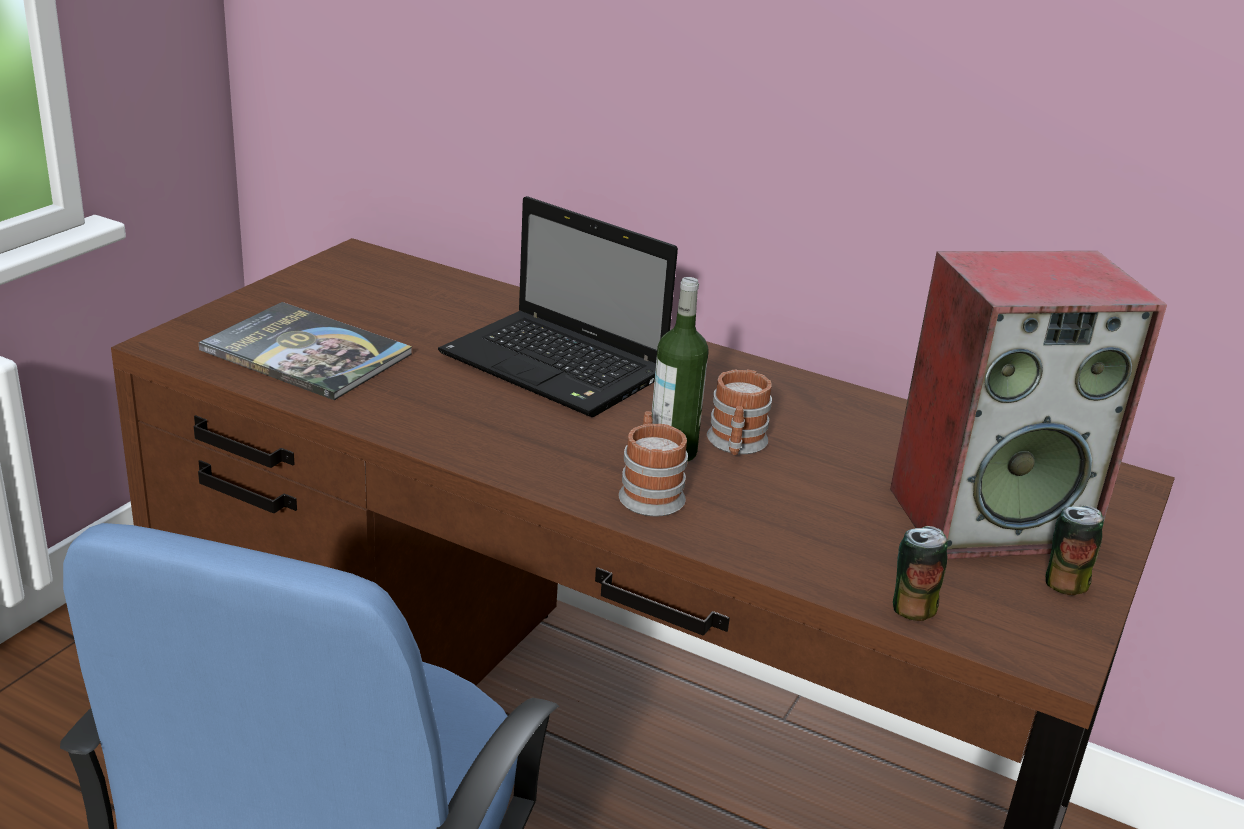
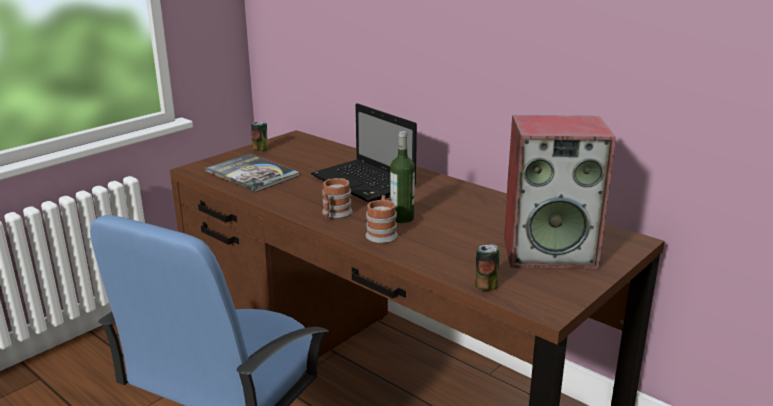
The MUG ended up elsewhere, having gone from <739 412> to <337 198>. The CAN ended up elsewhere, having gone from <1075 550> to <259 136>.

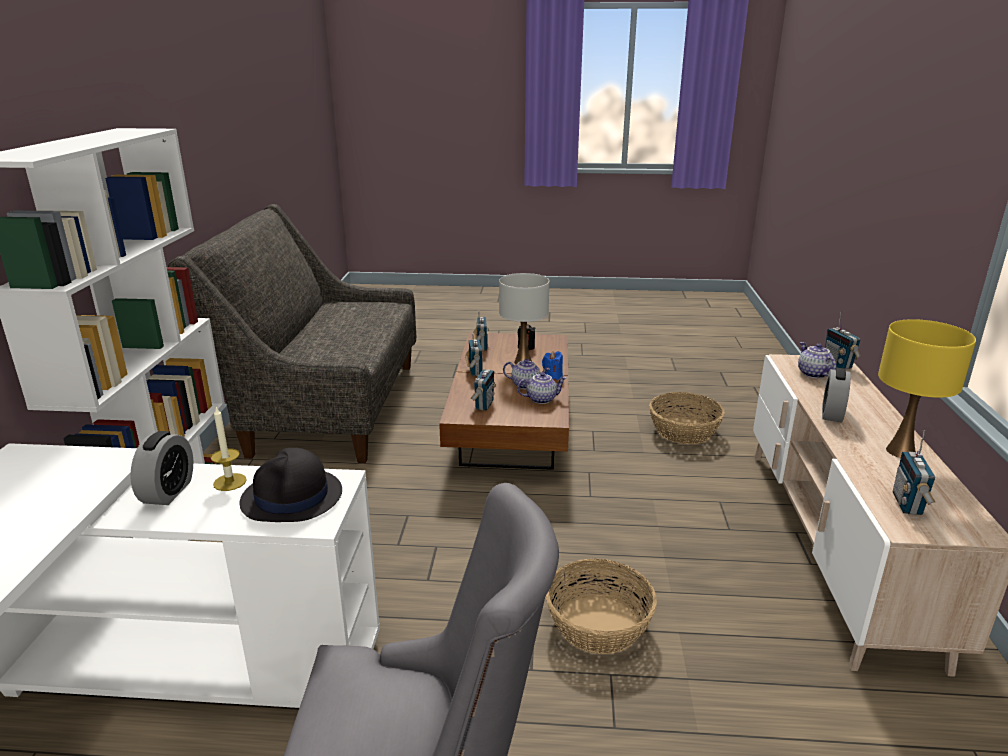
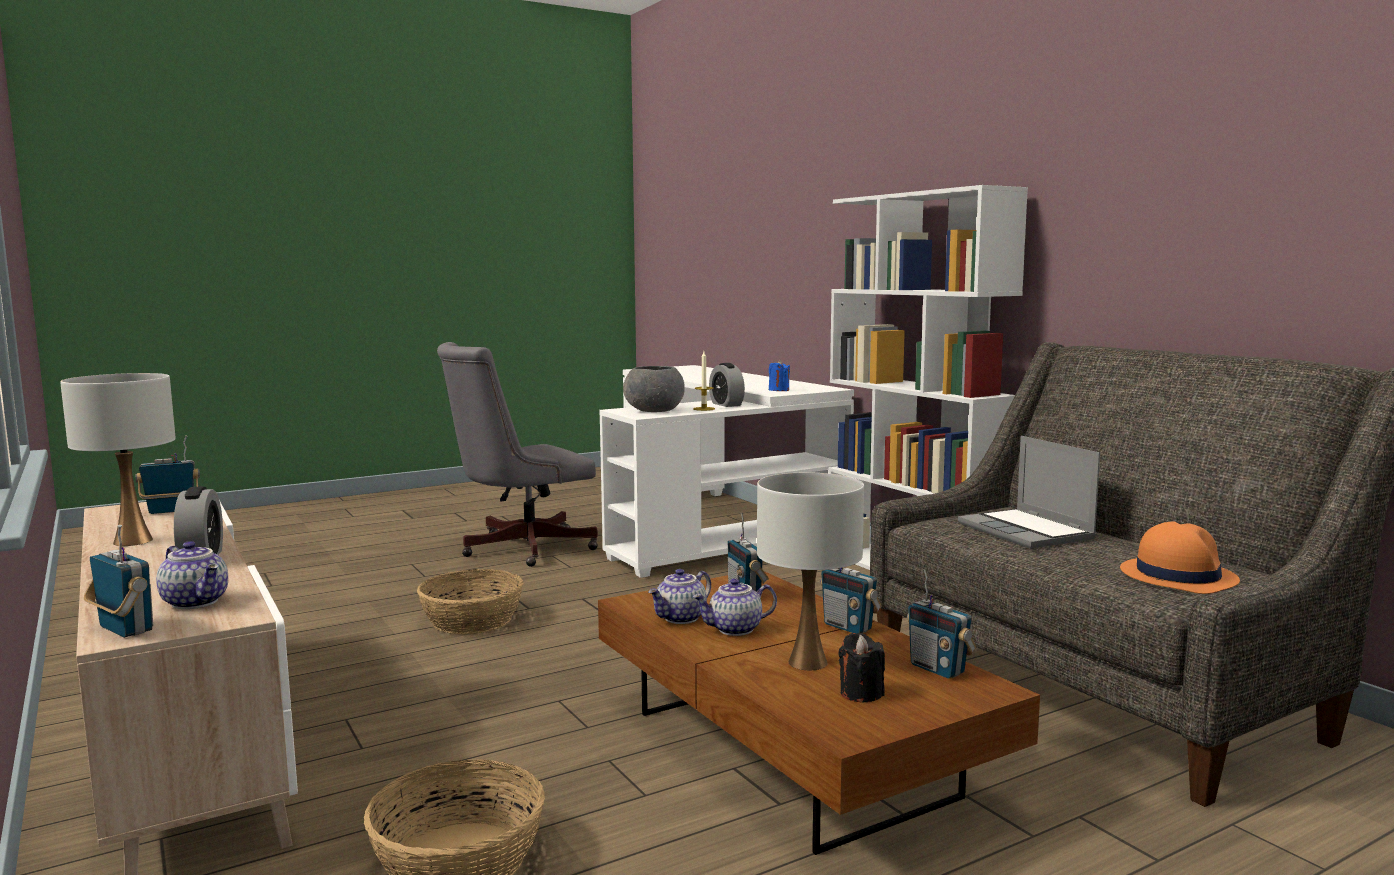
What was the YELLOW TABLE LAMP at <927 388> turned into the WHITE TABLE LAMP at <118 459>. The BLUE CANDLE ended up elsewhere, having gone from <552 366> to <779 375>. The RADIO at <914 472> ended up facing another way, 90 degrees counterclockwise from before. Where the BLACK HAT stood at <291 485>, the GREY BOWL came to stand at <654 389>. The second view gained the LAPTOP at <1029 492>. The second view gained the ORANGE HAT at <1180 557>.

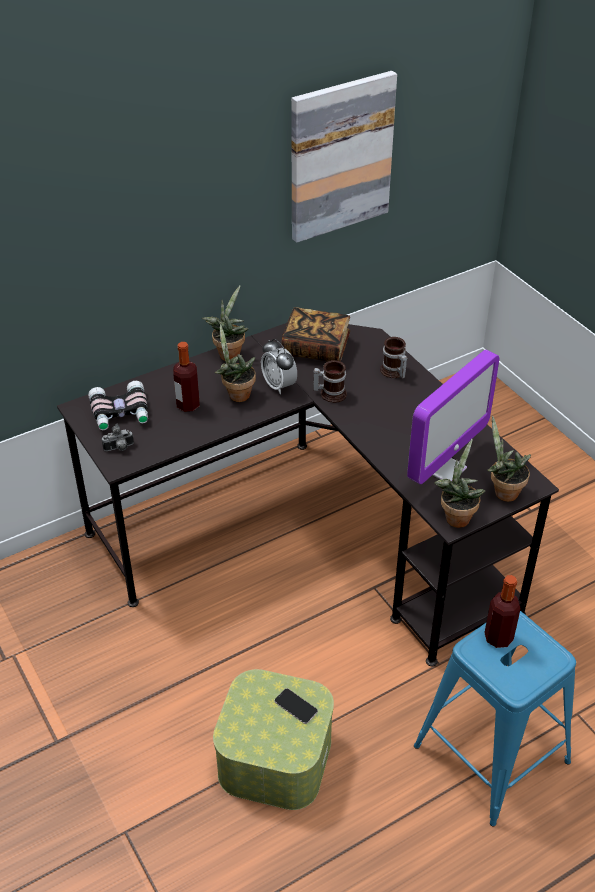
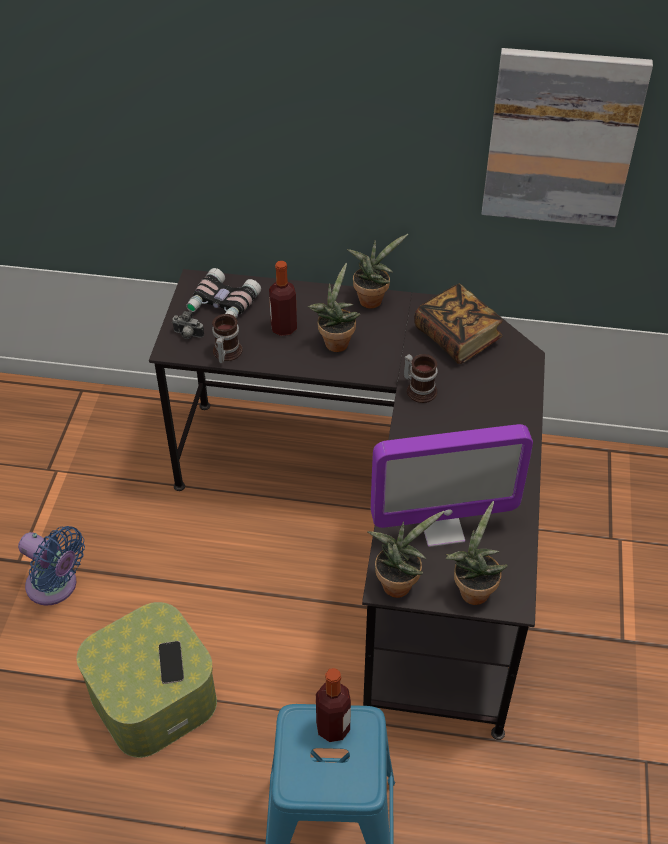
The MUG ended up elsewhere, having gone from <393 358> to <227 338>. The second view lost the ALARM CLOCK at <279 366>. The second view gained the BLUE FAN at <51 566>.

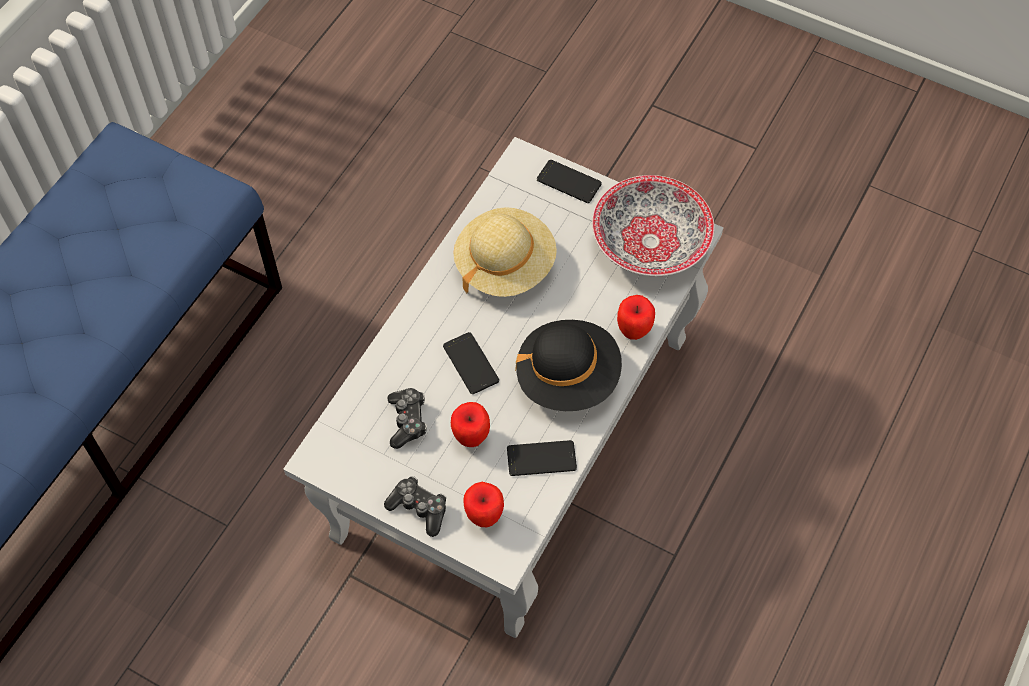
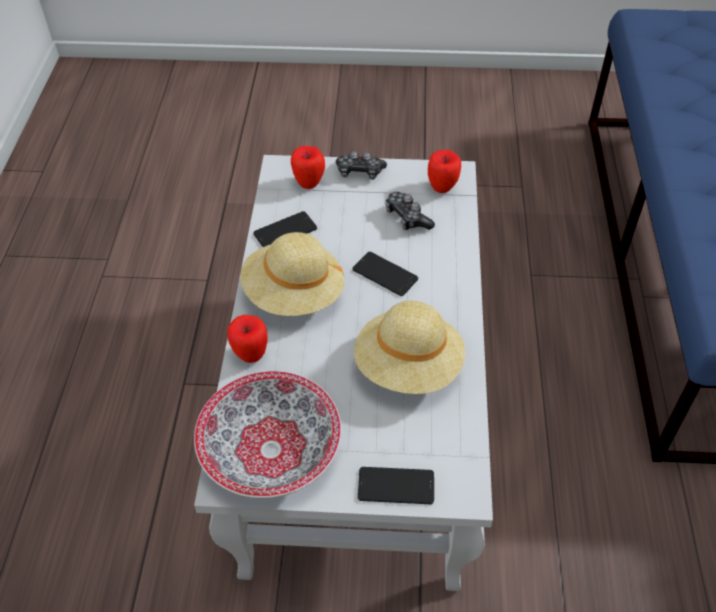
What was the BLACK HAT at <568 365> turned into the BEIGE HAT at <292 274>. The APPLE ended up elsewhere, having gone from <470 424> to <444 171>.

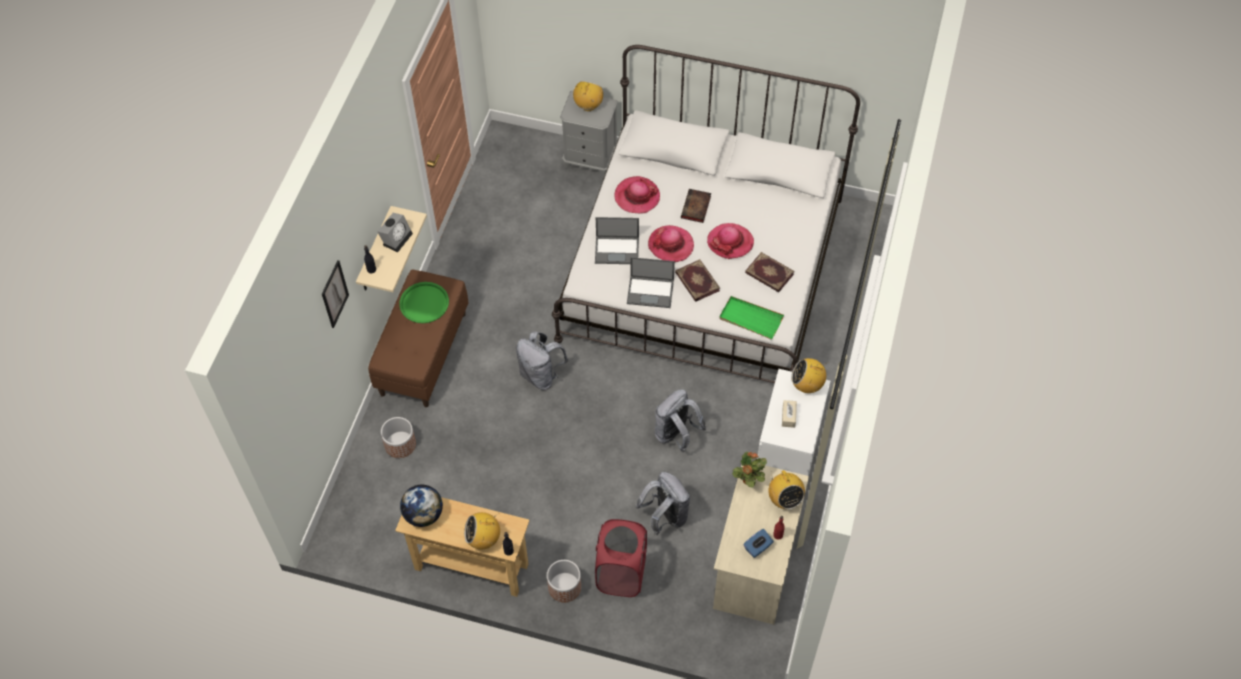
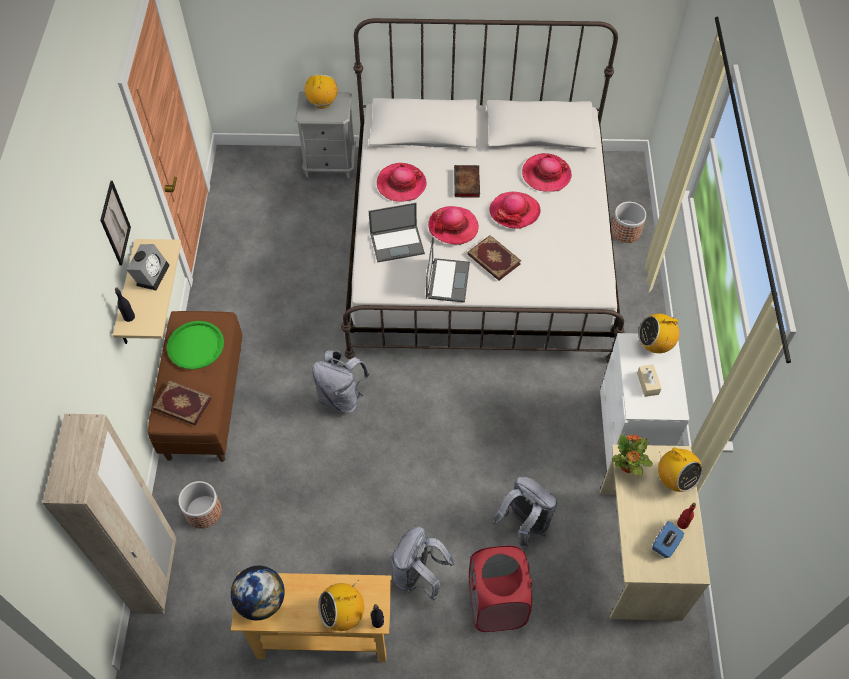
The BOOK ended up elsewhere, having gone from <770 272> to <182 402>. The LAPTOP at <651 282> ended up facing another way, 75 degrees counterclockwise from before. The PICTURE ended up elsewhere, having gone from <335 294> to <115 223>. The second view lost the GREEN TRAY at <751 317>. The GREY BACKPACK ended up elsewhere, having gone from <681 420> to <422 564>. The PLANTER ended up elsewhere, having gone from <564 581> to <628 222>. The second view gained the HAT at <547 172>. The second view gained the BEIGE WARDROBE at <109 514>.

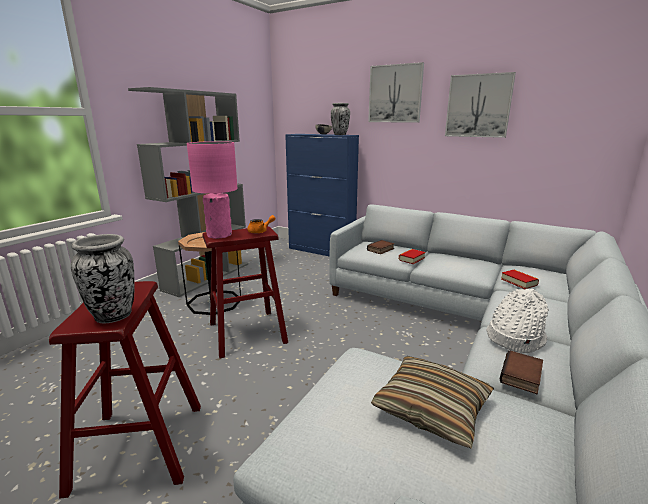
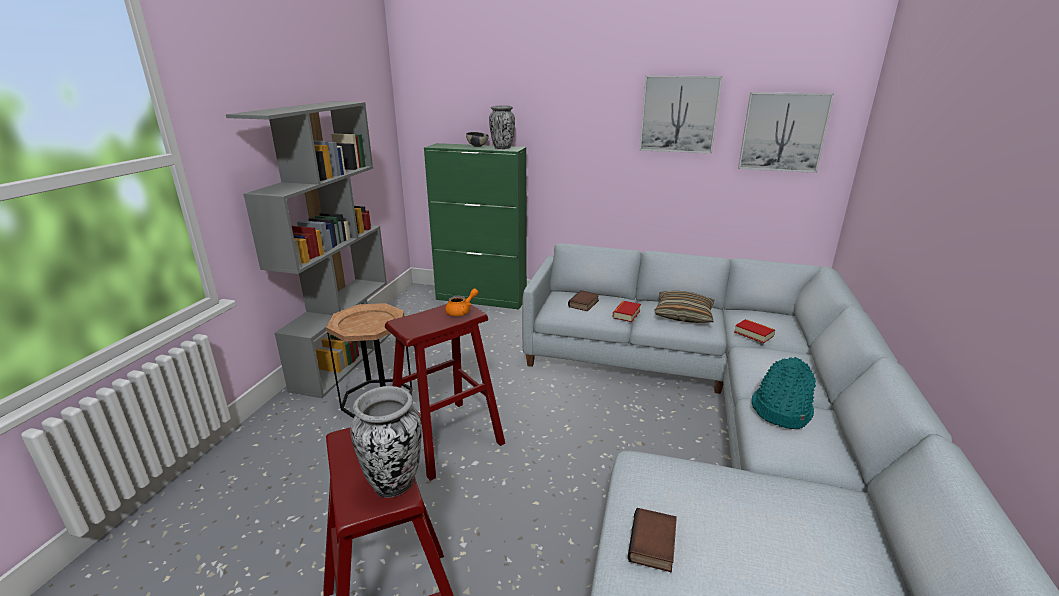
The PICTURE ended up elsewhere, having gone from <396 92> to <786 132>. What was the BLUE CABINET at <322 195> turned into the GREEN CABINET at <475 226>. The second view lost the PINK TABLE LAMP at <212 190>. What was the WHITE HAT at <517 321> turned into the TURQUOISE HAT at <784 393>. The BOOK ended up elsewhere, having gone from <521 372> to <652 540>. The PILLOW ended up elsewhere, having gone from <432 402> to <684 307>.

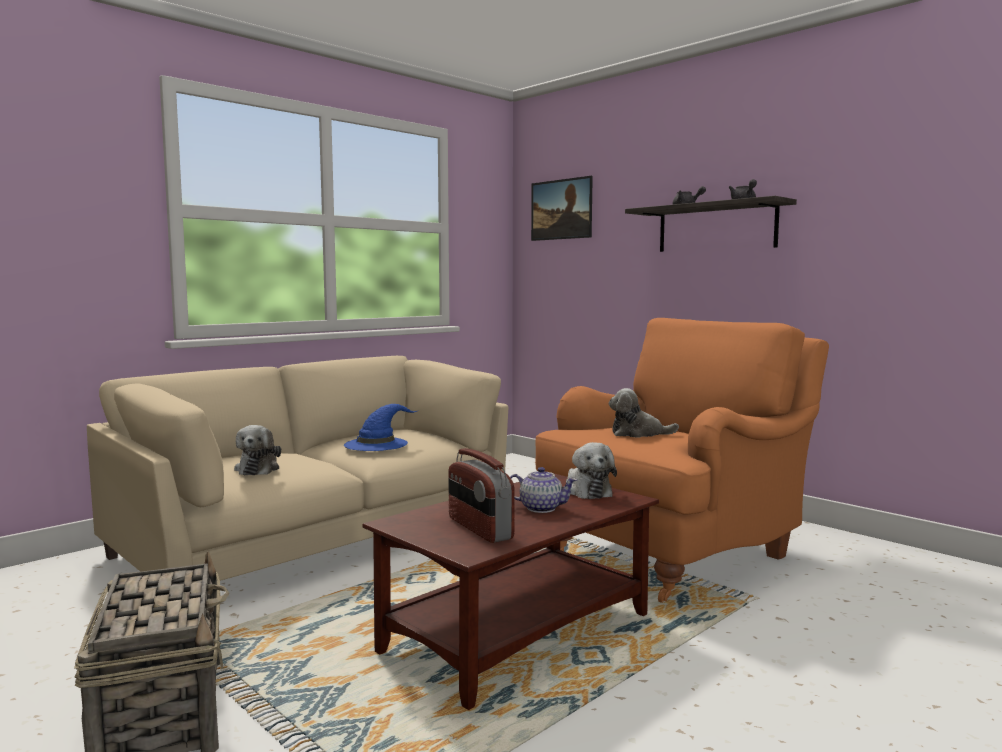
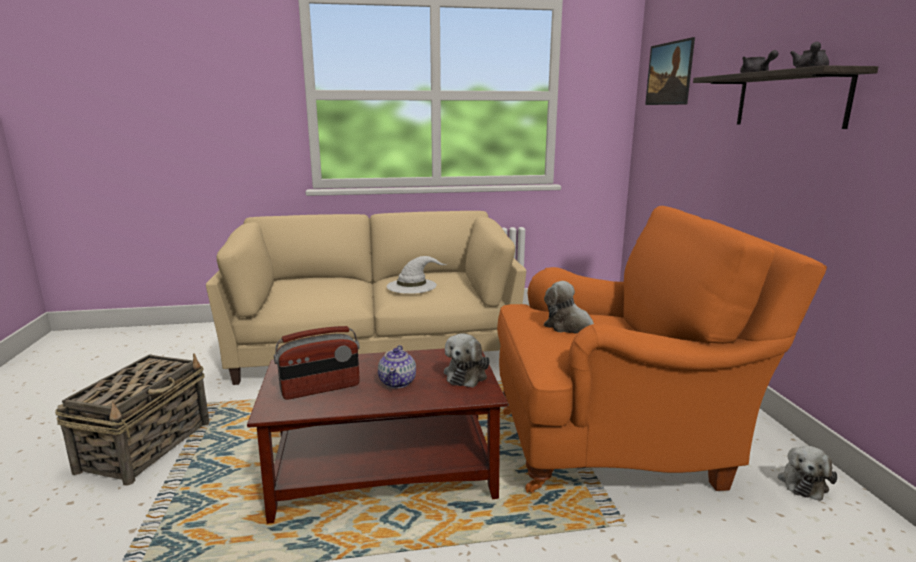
What was the BLUE HAT at <380 427> turned into the WHITE HAT at <417 275>. The PLUSH TOY ended up elsewhere, having gone from <257 450> to <807 473>. The RADIO at <481 495> ended up facing another way, 120 degrees counterclockwise from before. The TEAPOT at <543 490> ended up facing another way, 45 degrees clockwise from before.

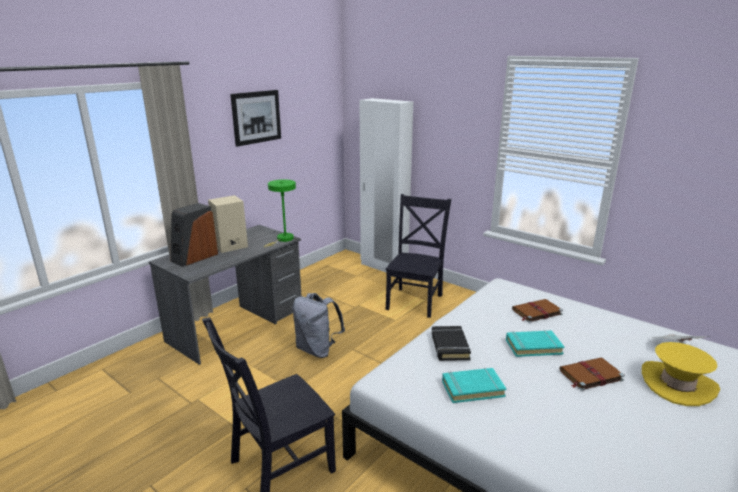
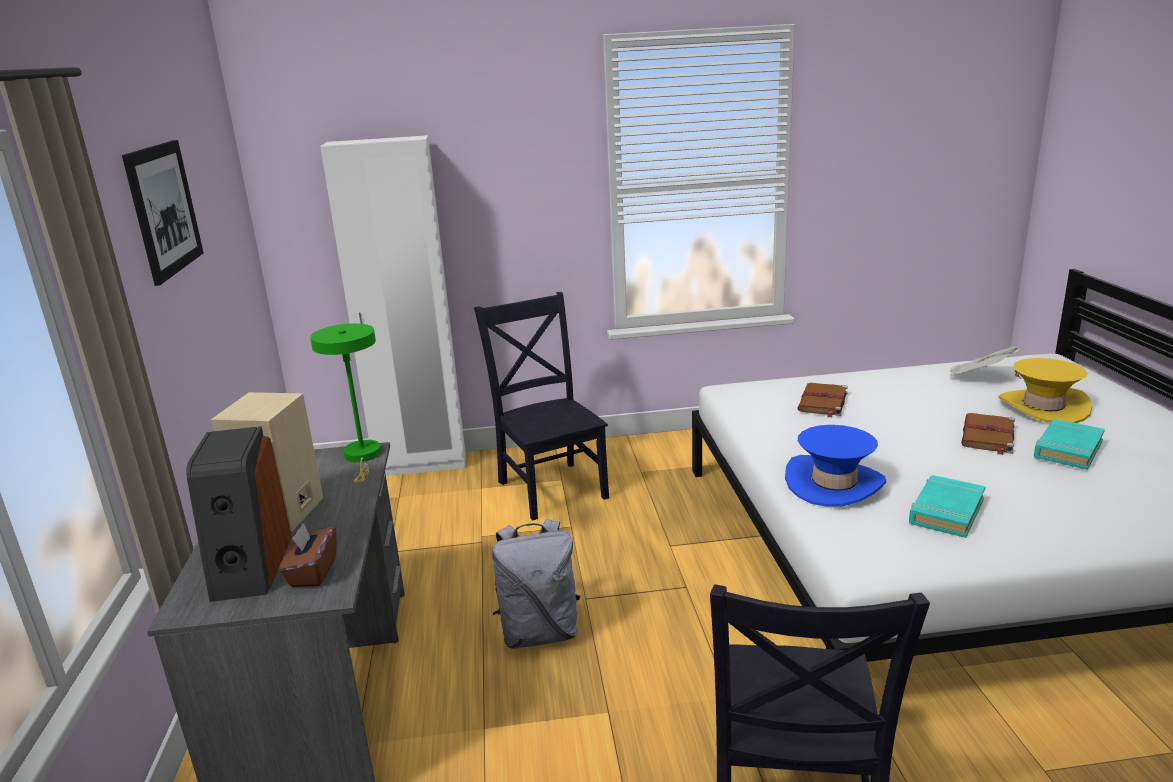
Where the BLACK BOOK stood at <451 343>, the BLUE HAT came to stand at <835 466>. The TURQUOISE BOOK ended up elsewhere, having gone from <535 343> to <1069 444>. The second view gained the BROWN TISSUE BOX at <308 555>.

